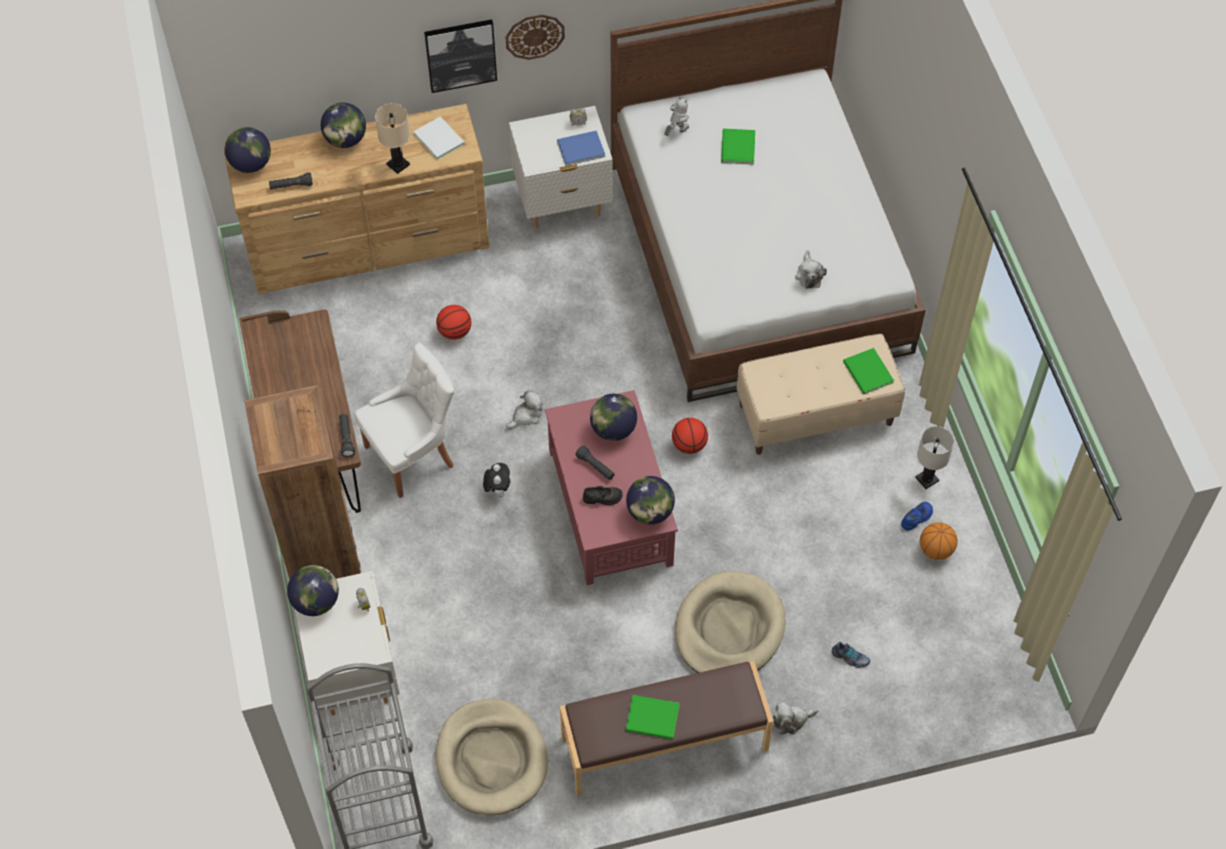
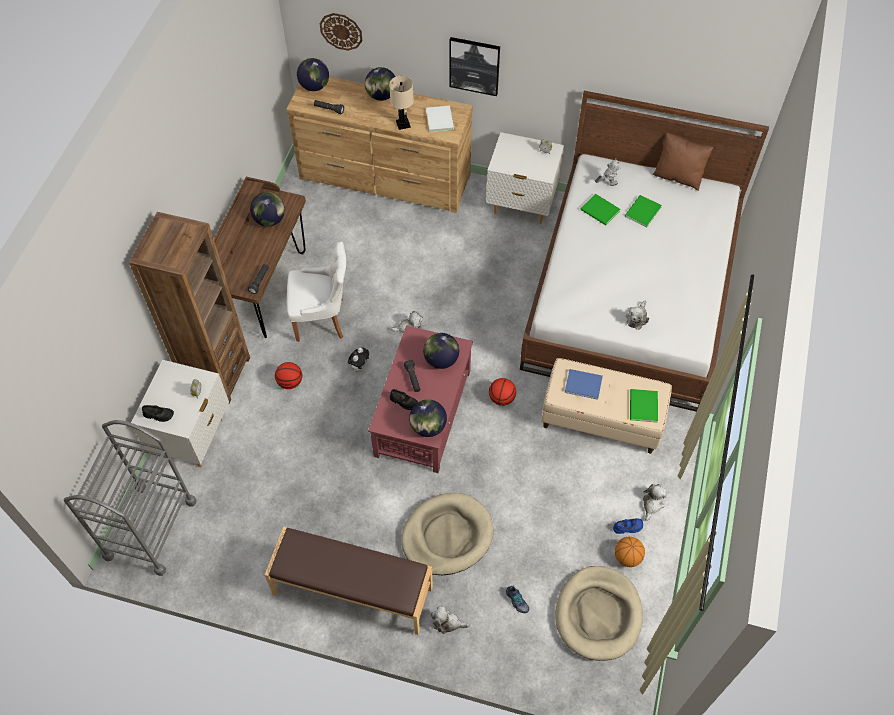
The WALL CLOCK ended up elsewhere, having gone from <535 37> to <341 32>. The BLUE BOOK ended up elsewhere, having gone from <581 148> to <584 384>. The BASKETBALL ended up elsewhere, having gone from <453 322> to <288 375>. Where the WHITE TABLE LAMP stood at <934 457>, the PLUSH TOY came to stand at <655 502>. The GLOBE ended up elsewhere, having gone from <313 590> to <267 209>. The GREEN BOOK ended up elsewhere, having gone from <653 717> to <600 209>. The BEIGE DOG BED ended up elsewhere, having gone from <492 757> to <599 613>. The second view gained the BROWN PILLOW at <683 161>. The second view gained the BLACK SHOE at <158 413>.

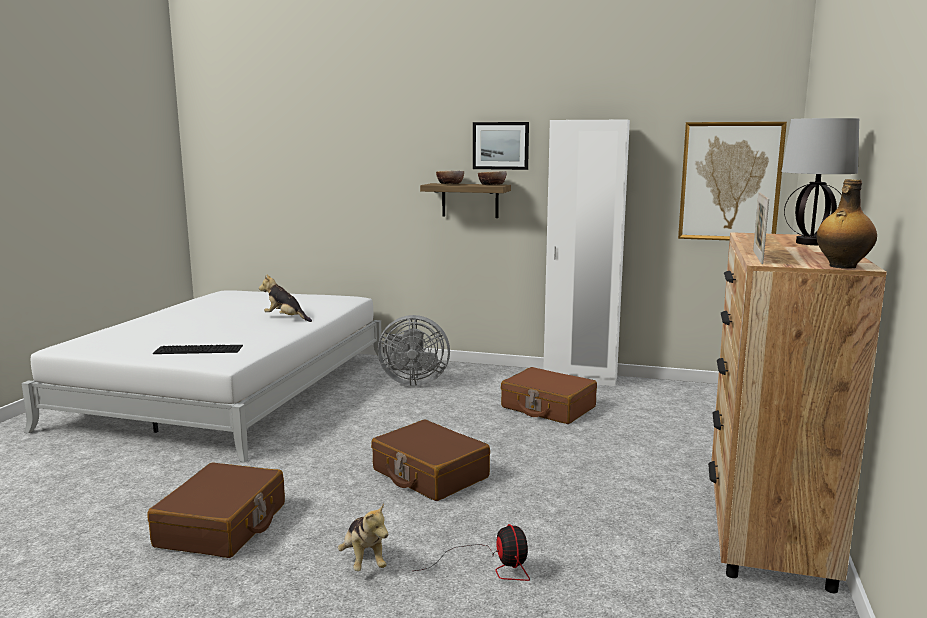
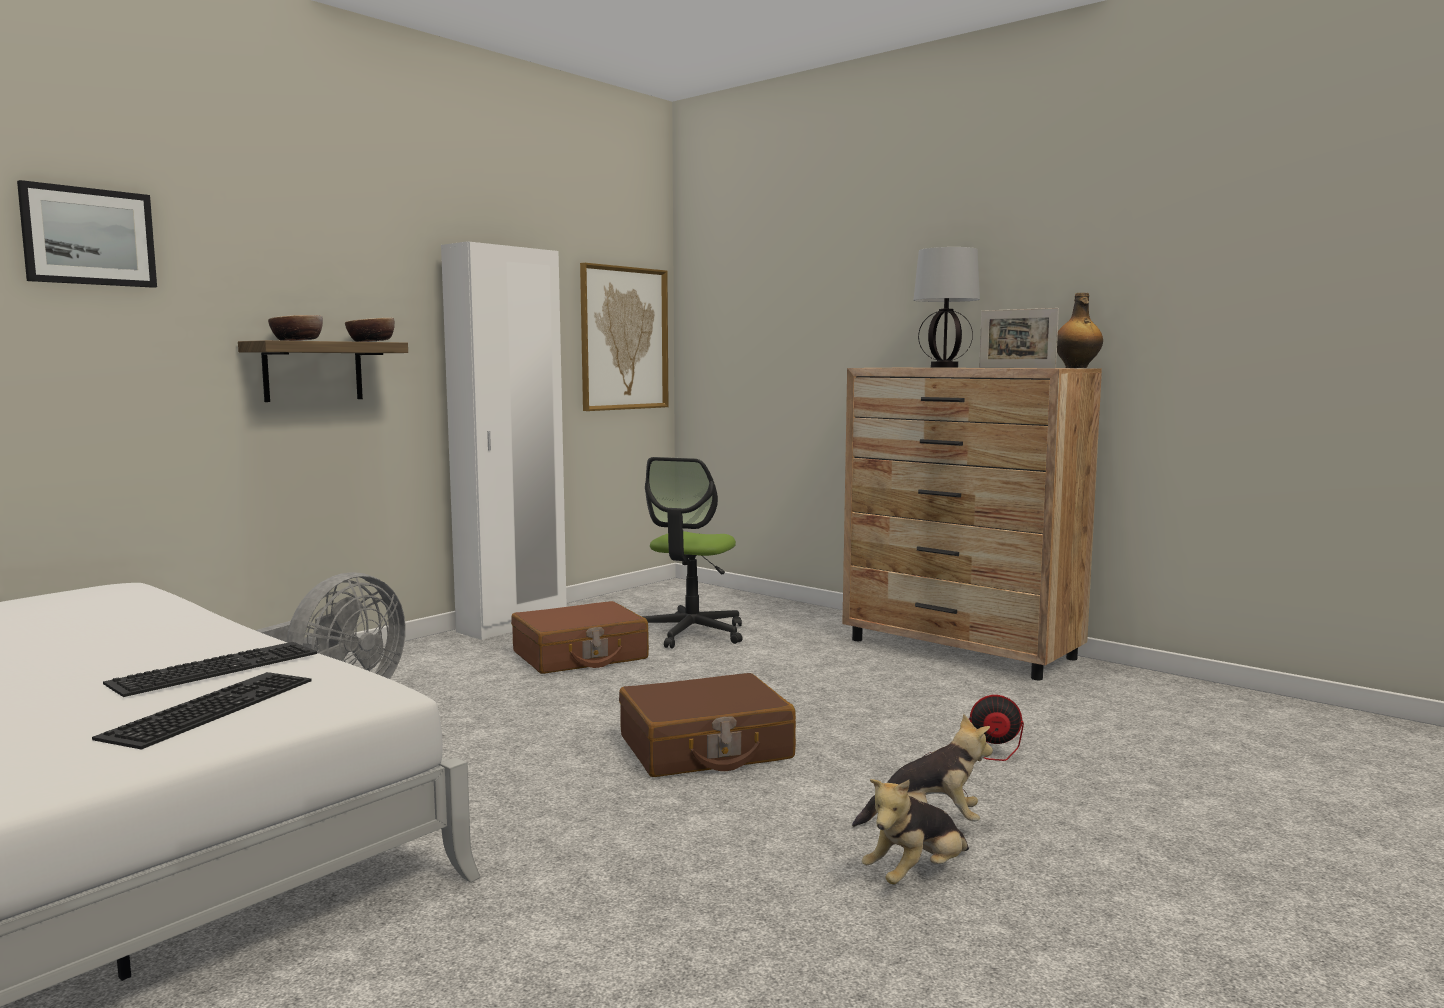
The PICTURE ended up elsewhere, having gone from <501 146> to <87 234>. The PLUSH TOY ended up elsewhere, having gone from <285 298> to <915 831>. The second view lost the BROWN SUITCASE at <216 510>. The second view gained the OFFICE CHAIR at <692 552>. The second view gained the KEYBOARD at <210 669>.

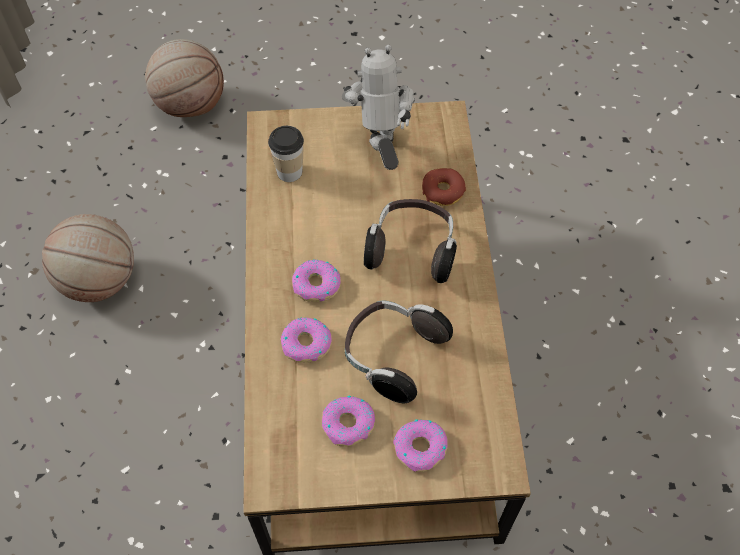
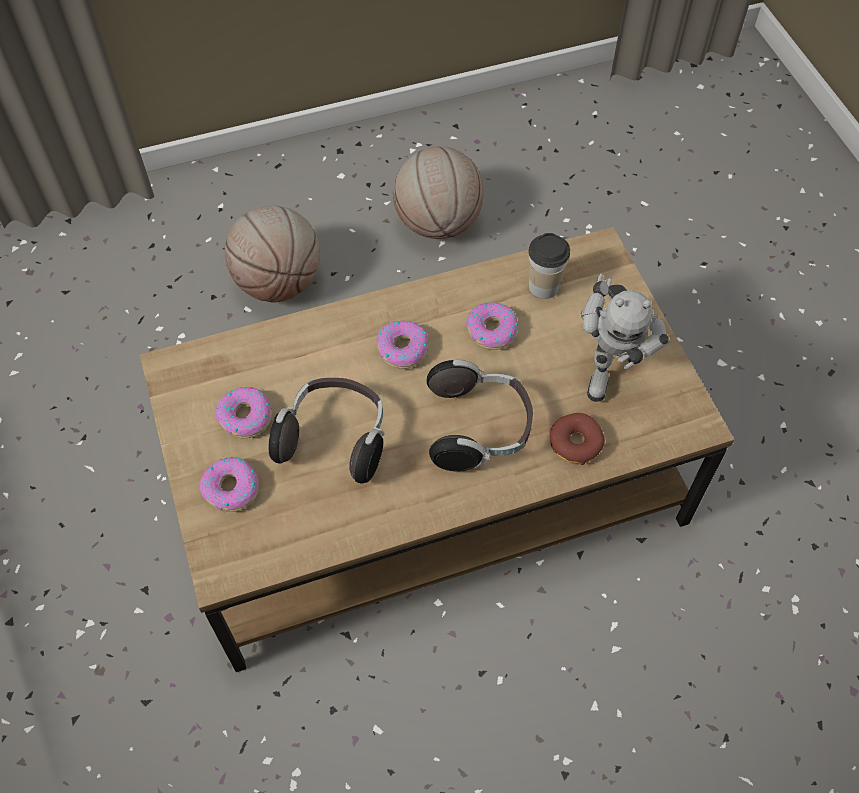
The BASKETBALL ended up elsewhere, having gone from <184 78> to <272 254>. The TOY ROBOT at <378 107> ended up facing another way, 120 degrees clockwise from before. The DONUT ended up elsewhere, having gone from <306 340> to <492 326>.

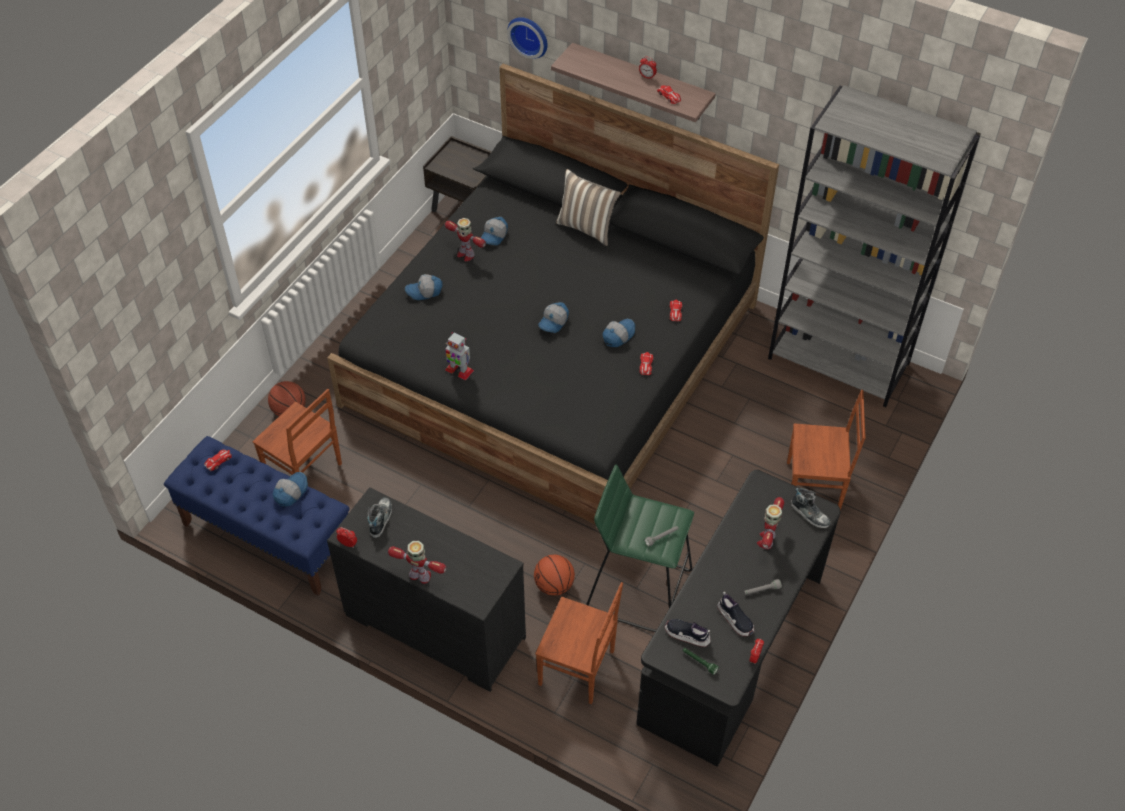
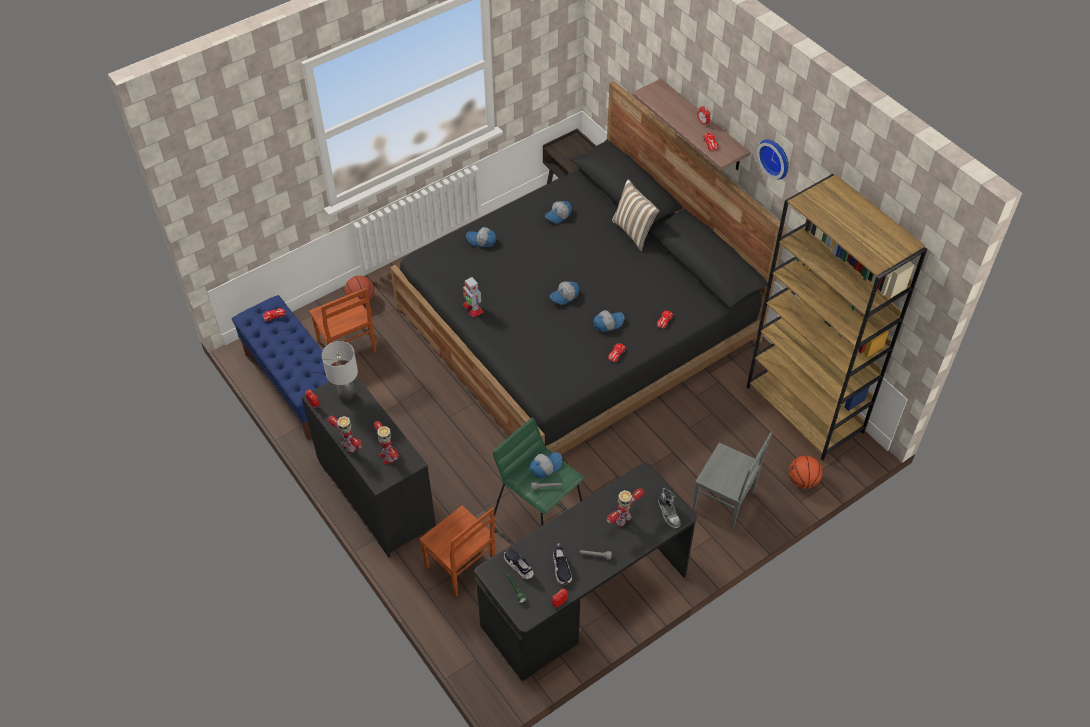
The WALL CLOCK ended up elsewhere, having gone from <527 38> to <772 159>. What was the GREY BOOKCASE at <874 246> turned into the BROWN BOOKCASE at <837 317>. The TOY ROBOT ended up elsewhere, having gone from <465 239> to <386 442>. What was the BROWN CHAIR at <826 450> turned into the GREY CHAIR at <732 480>. The CAP ended up elsewhere, having gone from <290 489> to <546 465>. Where the SHOE stood at <379 517>, the GREY TABLE LAMP came to stand at <340 371>. The BASKETBALL ended up elsewhere, having gone from <554 575> to <806 472>.

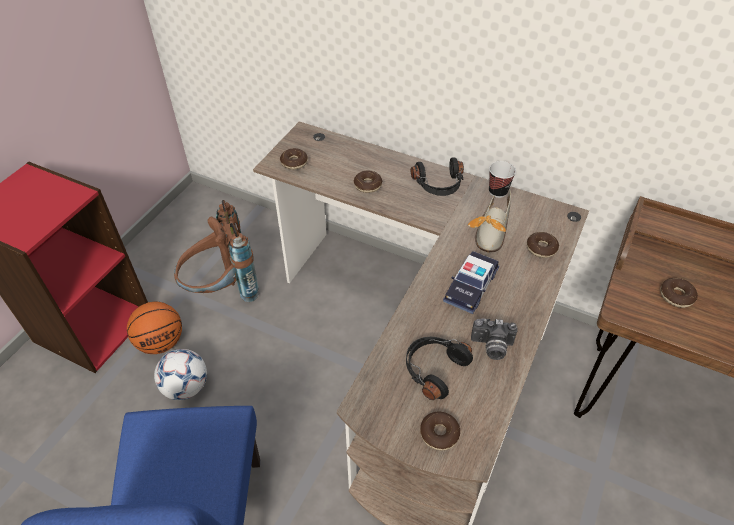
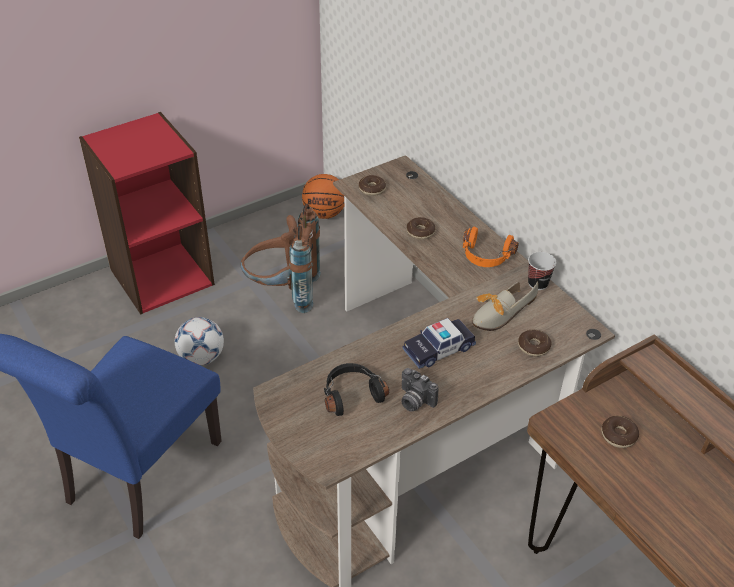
What was the BLACK HEADPHONES at <437 177> turned into the ORANGE HEADPHONES at <491 247>. The BASKETBALL ended up elsewhere, having gone from <154 328> to <323 196>. The second view lost the DONUT at <440 431>.

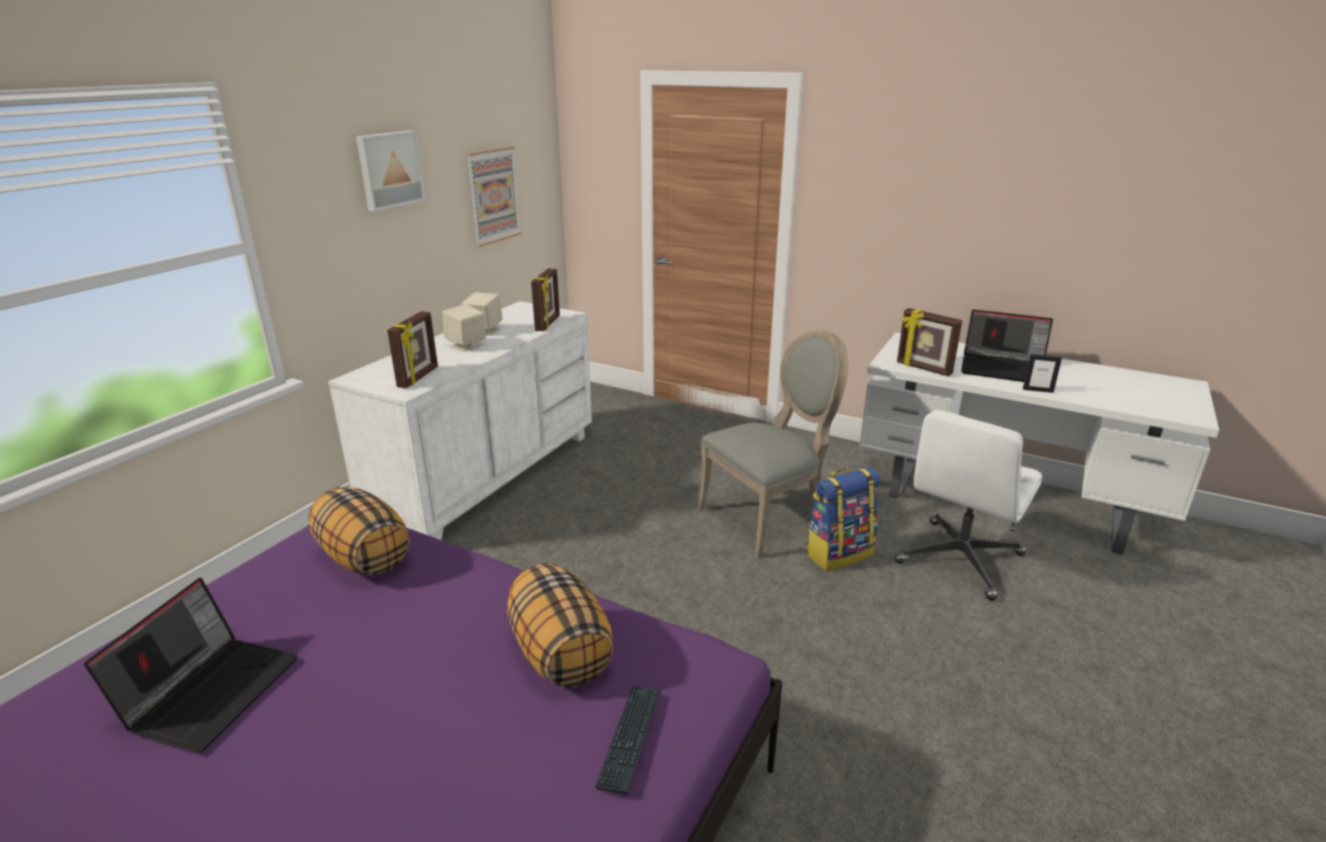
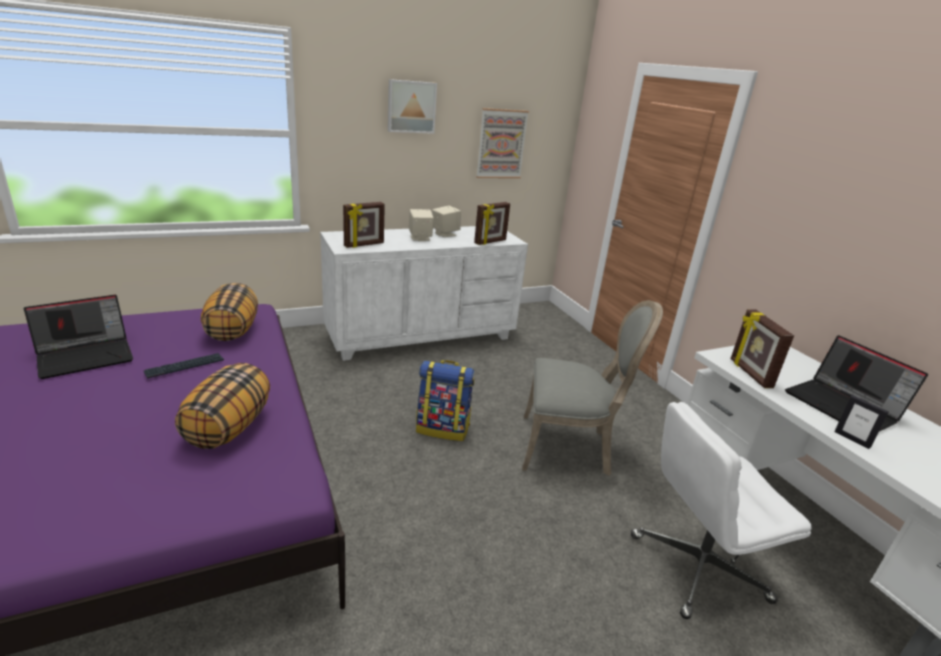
The BACKPACK ended up elsewhere, having gone from <843 519> to <445 400>. The KEYBOARD ended up elsewhere, having gone from <628 740> to <183 365>.

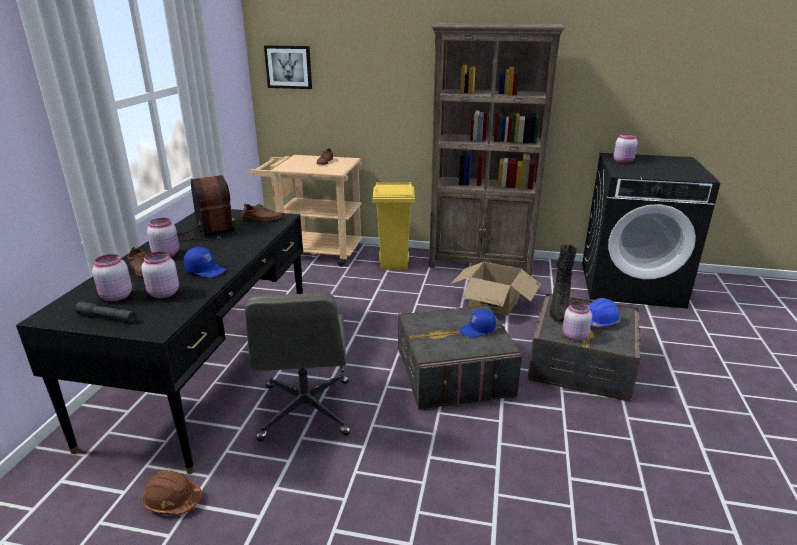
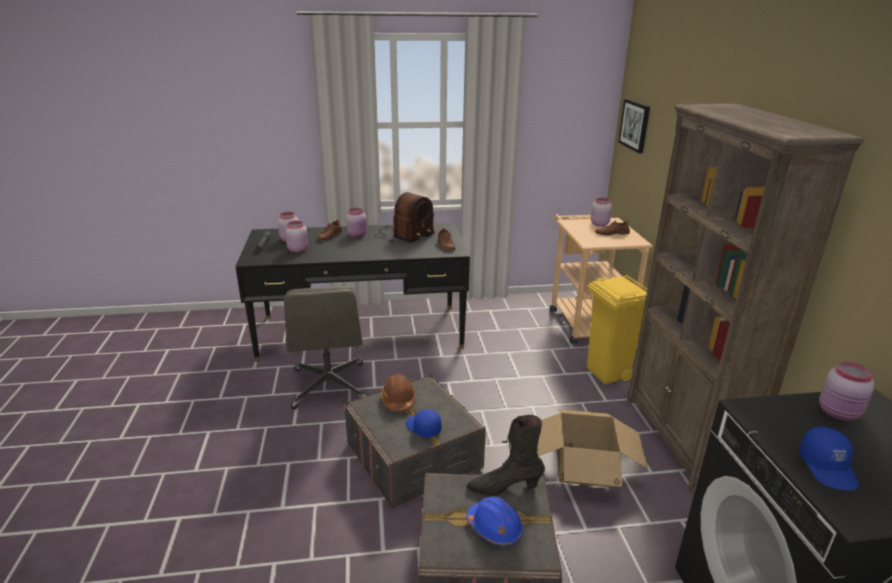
The BLUE CAP ended up elsewhere, having gone from <205 262> to <829 458>. The GREY OFFICE CHAIR at <297 367> ended up facing another way, 75 degrees counterclockwise from before. The PINK JAR ended up elsewhere, having gone from <577 321> to <601 212>. The BROWN HARD HAT ended up elsewhere, having gone from <172 492> to <398 392>.

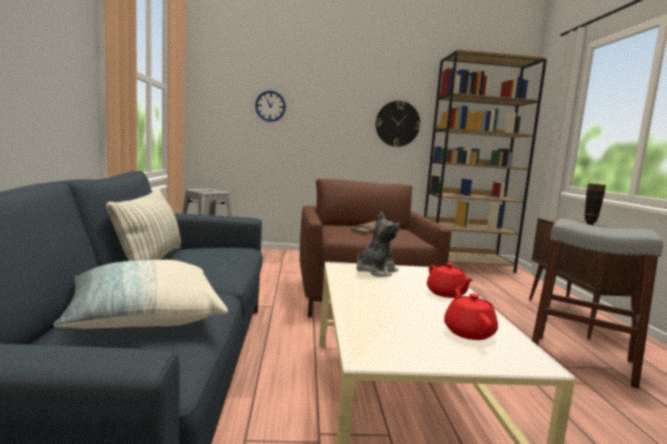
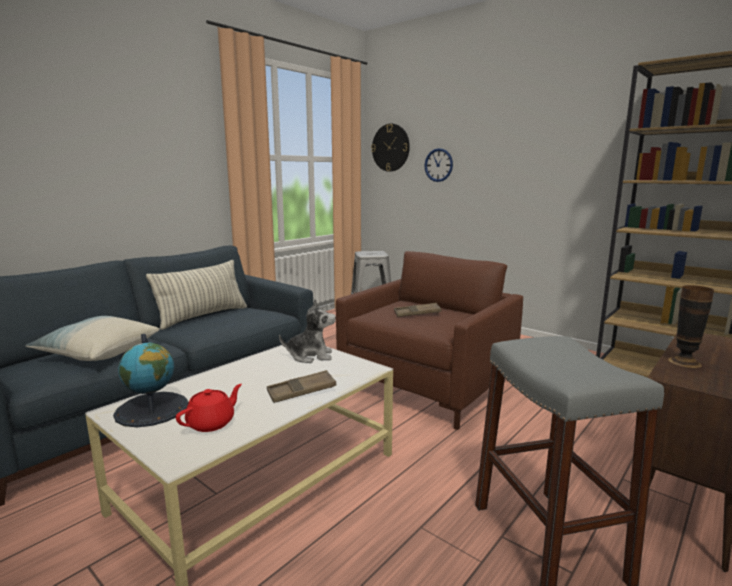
The WALL CLOCK ended up elsewhere, having gone from <398 124> to <390 148>. Where the RED TEAPOT stood at <450 280>, the BROWN TRAY came to stand at <301 386>. The second view gained the GLOBE at <151 380>.

